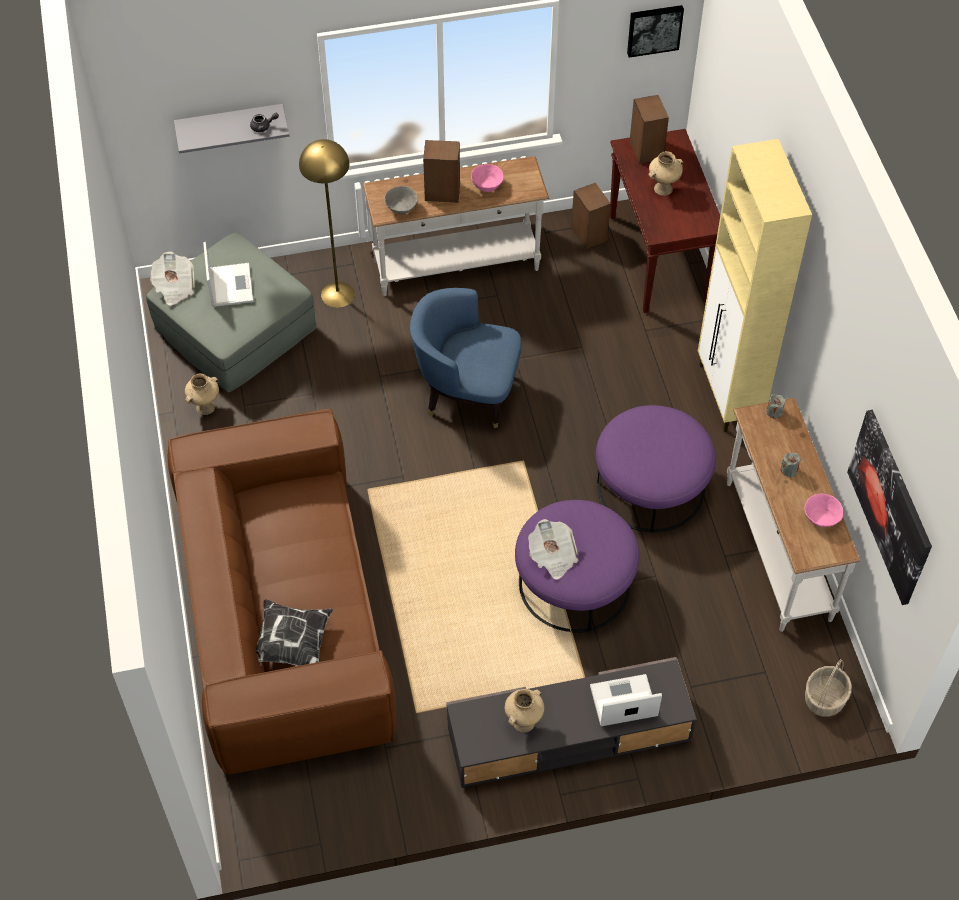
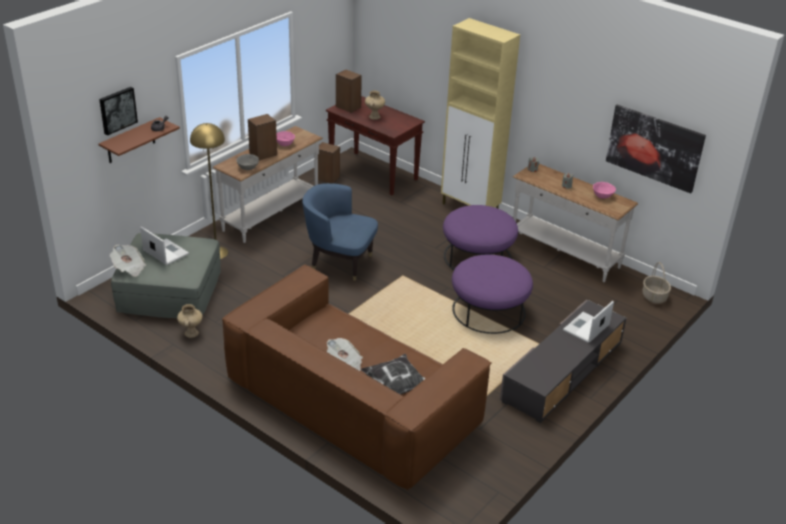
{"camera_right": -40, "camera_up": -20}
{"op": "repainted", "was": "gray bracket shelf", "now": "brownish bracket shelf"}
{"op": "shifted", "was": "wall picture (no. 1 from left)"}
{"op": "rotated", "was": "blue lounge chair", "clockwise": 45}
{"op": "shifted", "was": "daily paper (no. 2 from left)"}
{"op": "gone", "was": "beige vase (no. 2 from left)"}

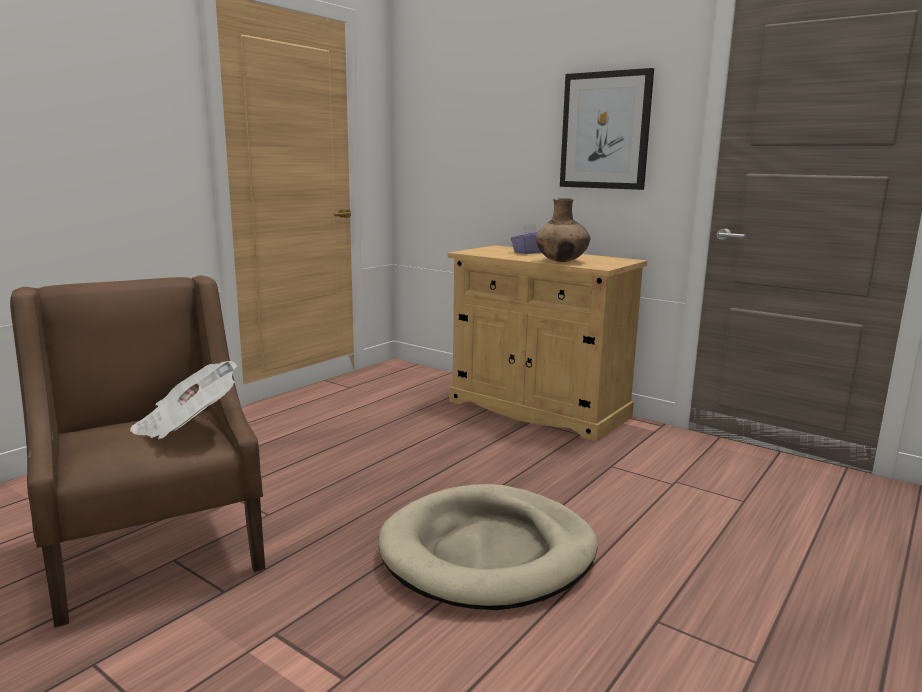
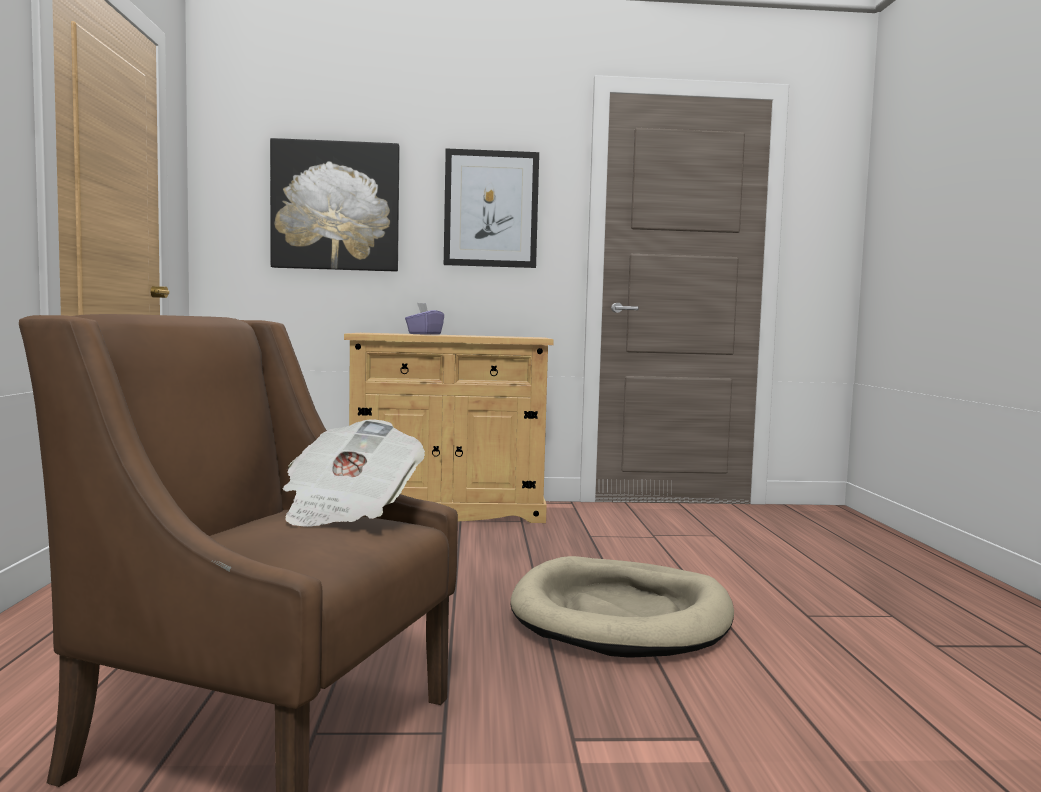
{"camera_right": -40, "camera_up": -10}
{"op": "new", "now": "wall picture (no. 1 from left)"}
{"op": "gone", "was": "brownish vase"}

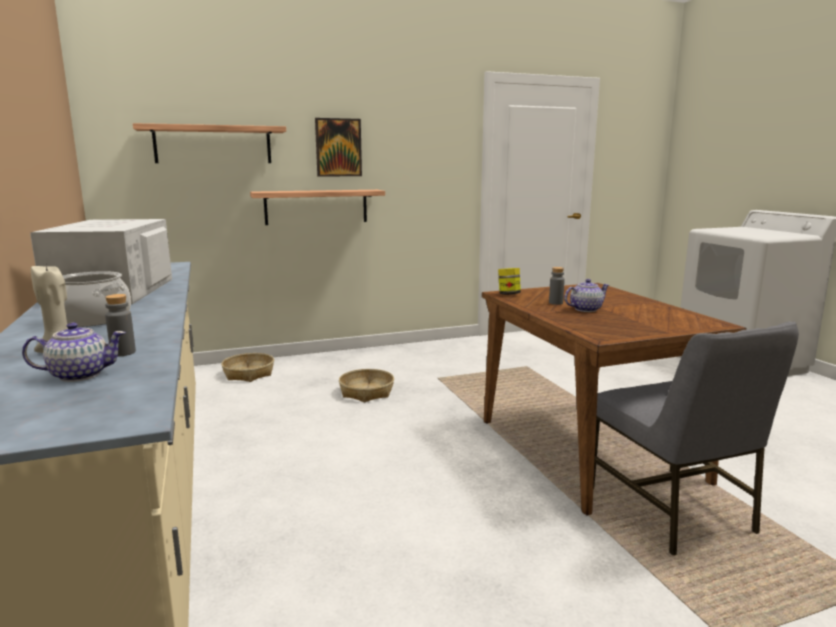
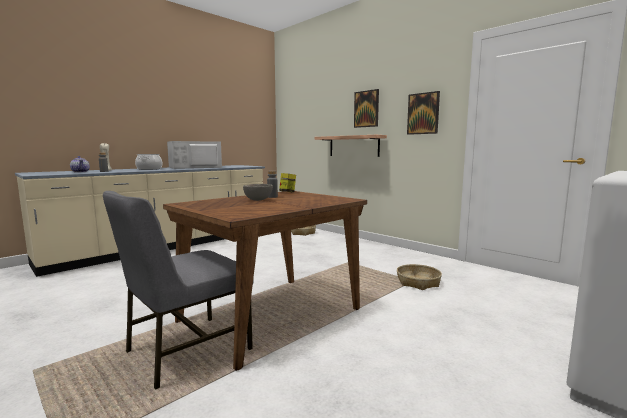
{"camera_right": 65, "camera_up": -5}
{"op": "swapped", "was": "pot for tea (no. 2 from left)", "now": "gray bowl"}
{"op": "shifted", "was": "basket (no. 2 from left)"}
{"op": "new", "now": "wall picture (no. 2 from left)"}
{"op": "gone", "was": "bracket shelf (no. 1 from left)"}

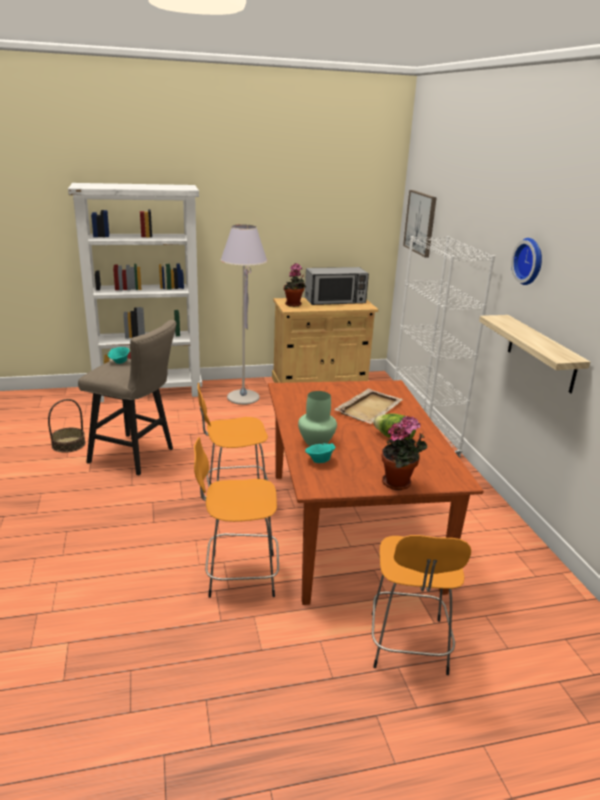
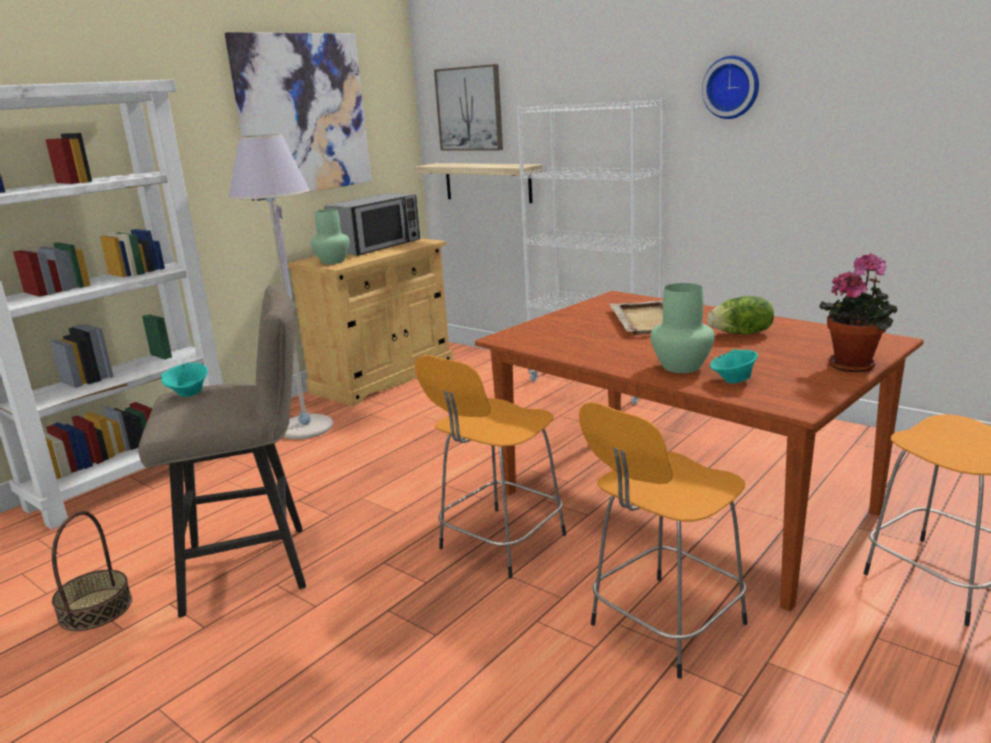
{"camera_right": -35, "camera_up": -5}
{"op": "new", "now": "wall picture (no. 1 from left)"}
{"op": "swapped", "was": "plant in a pot (no. 1 from left)", "now": "green-coloured vase (no. 1 from left)"}
{"op": "shifted", "was": "bracket shelf"}

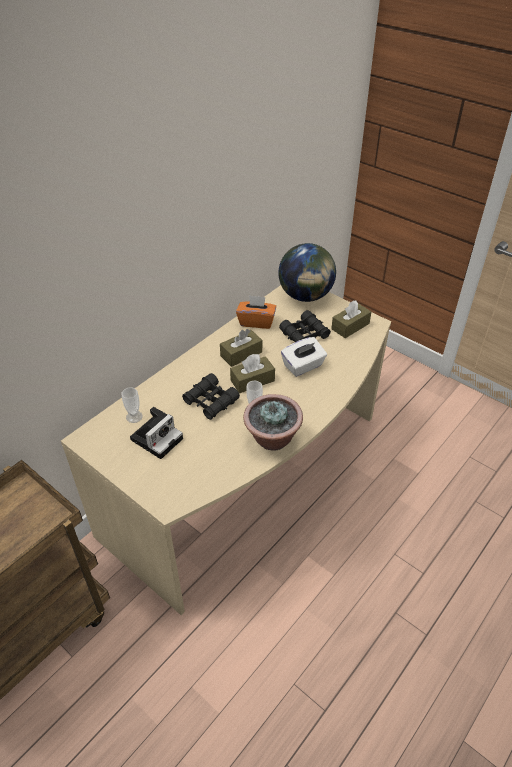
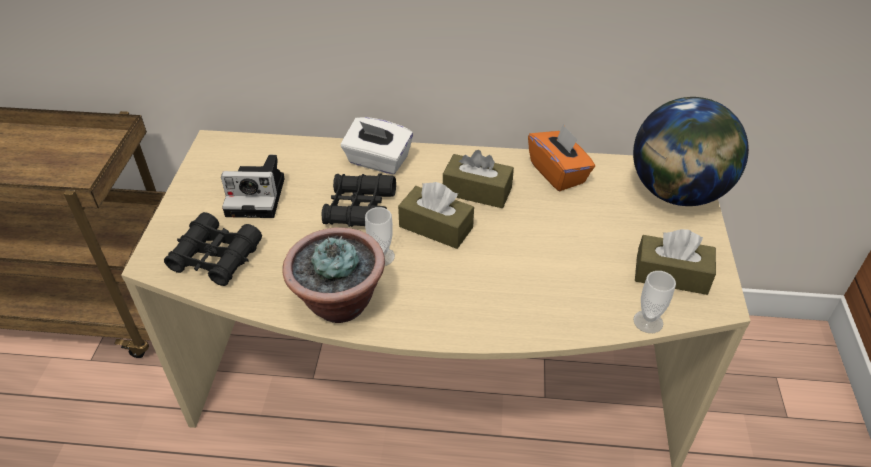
{"camera_right": 55, "camera_up": 0}
{"op": "shifted", "was": "black binoculars (no. 2 from left in the first image)", "now": "black binoculars (no. 1 from left)"}
{"op": "shifted", "was": "whitish tissue holder"}
{"op": "shifted", "was": "small cup (no. 1 from left in the first image)", "now": "small cup (no. 2 from left)"}

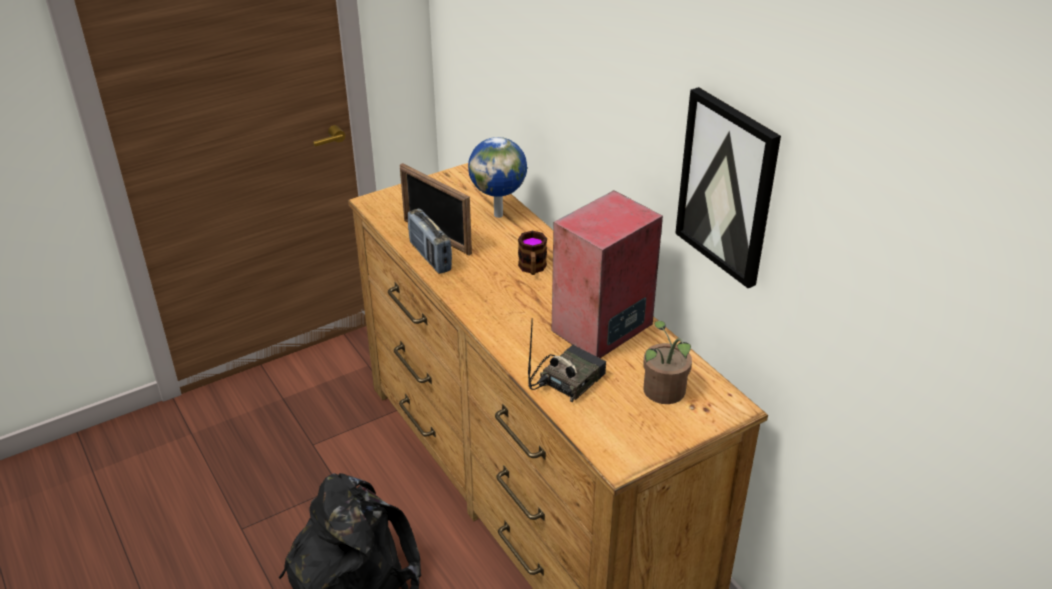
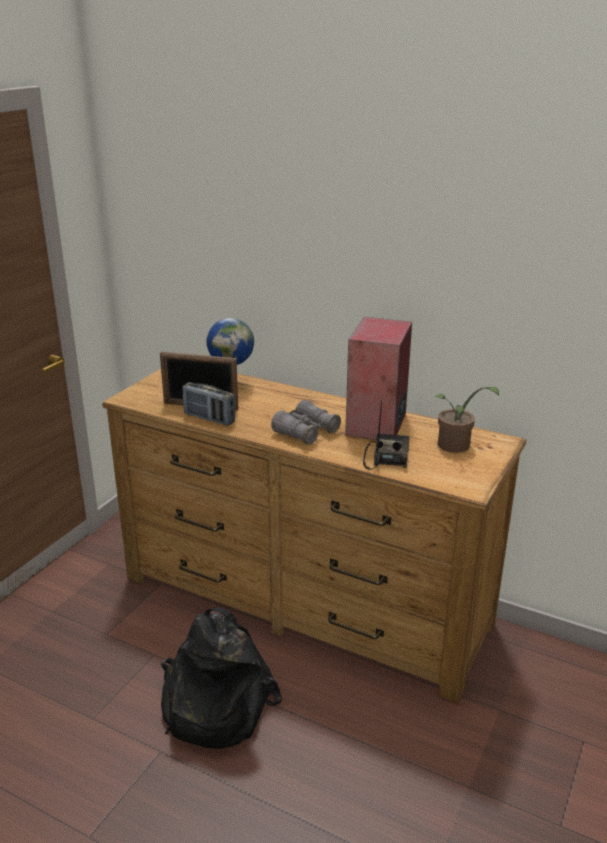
{"camera_right": -30, "camera_up": -10}
{"op": "new", "now": "gray binoculars"}
{"op": "gone", "was": "mug"}
{"op": "gone", "was": "wall picture"}

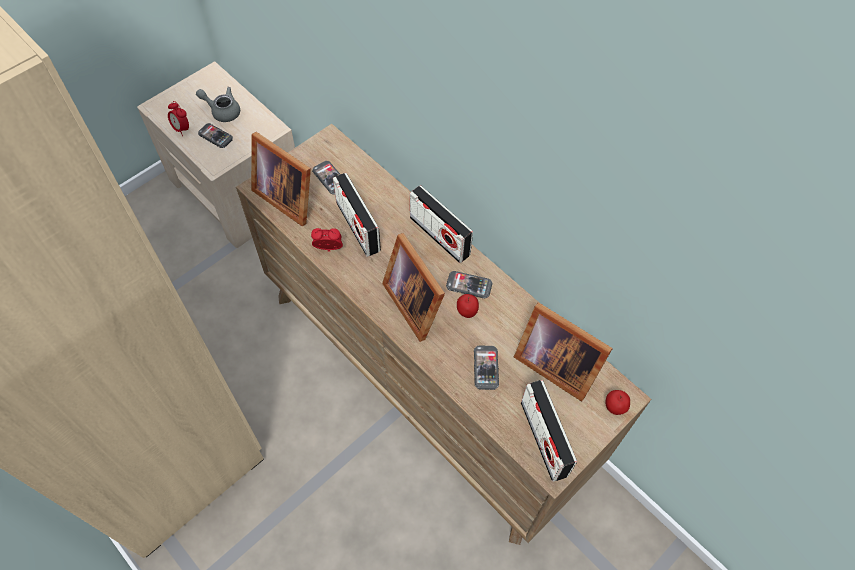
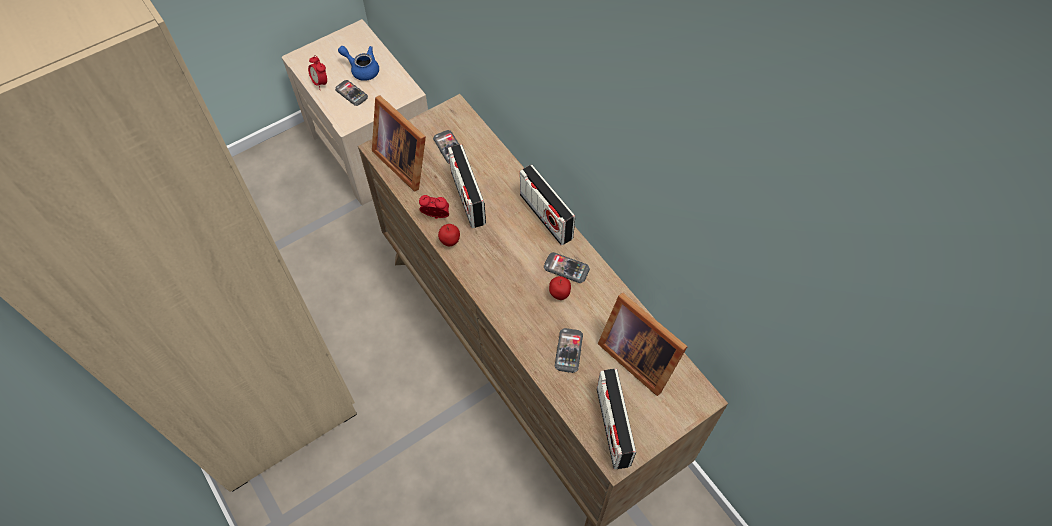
{"camera_right": 10, "camera_up": 0}
{"op": "repainted", "was": "gray pot for tea", "now": "blue pot for tea"}
{"op": "shifted", "was": "apple (no. 2 from left in the first image)", "now": "apple (no. 1 from left)"}
{"op": "gone", "was": "photo frame (no. 2 from left)"}

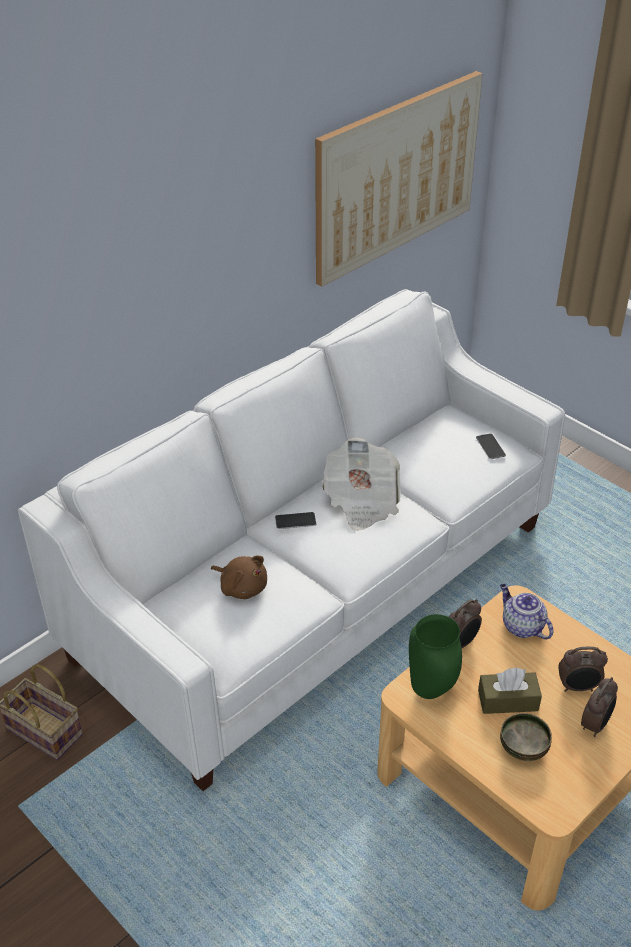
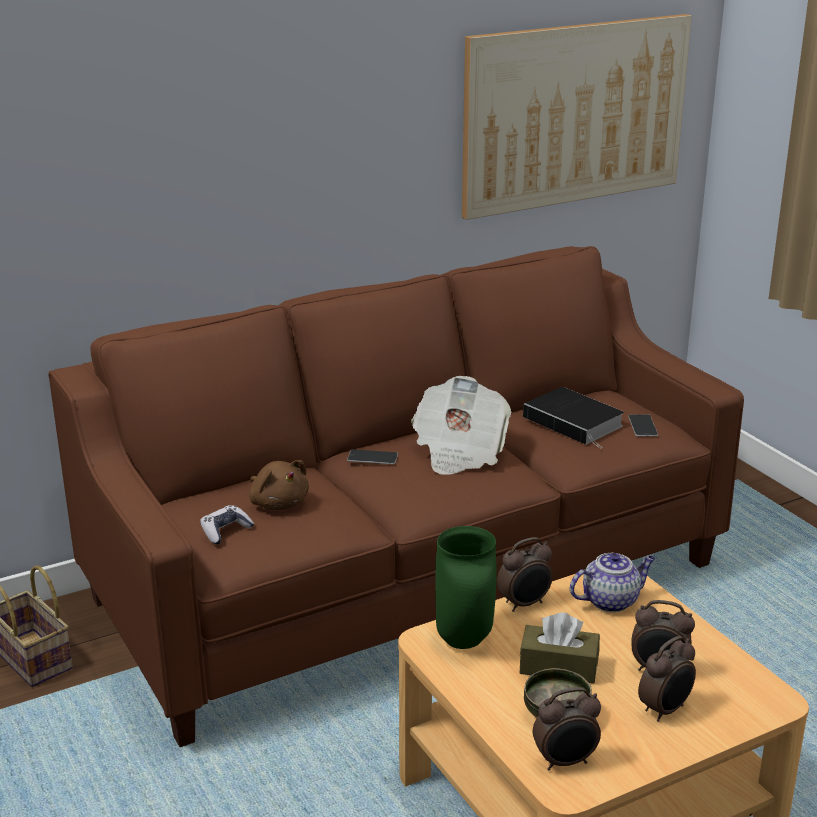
{"camera_right": 15, "camera_up": -15}
{"op": "repainted", "was": "whitish sofa", "now": "brownish sofa"}
{"op": "new", "now": "joypad"}
{"op": "new", "now": "bound book"}
{"op": "new", "now": "bedside clock (no. 2 from left)"}
{"op": "rotated", "was": "pot for tea", "clockwise": 90}

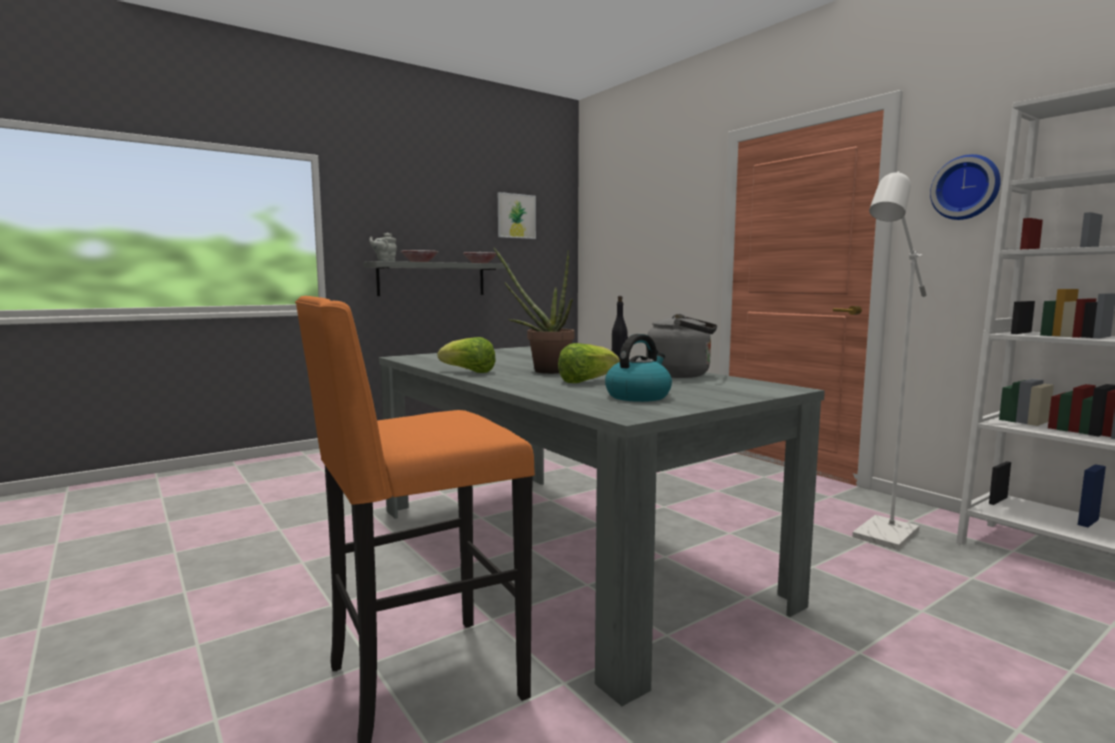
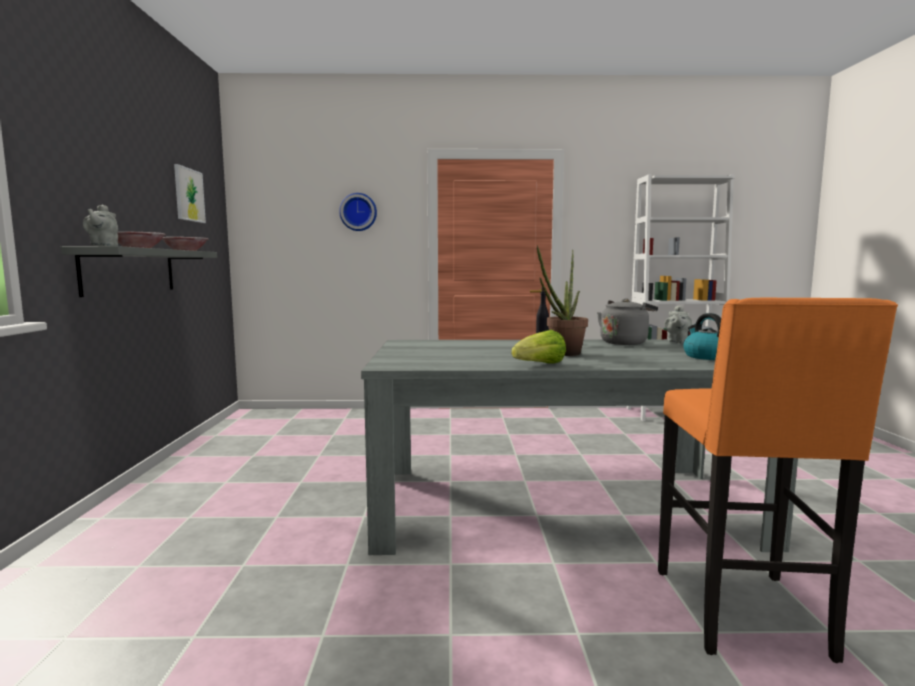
{"camera_right": -55, "camera_up": 0}
{"op": "shifted", "was": "wall clock"}
{"op": "new", "now": "gray pot for tea (no. 2 from left)"}
{"op": "gone", "was": "lettuce (no. 2 from left)"}
{"op": "gone", "was": "whitish standing lamp"}

